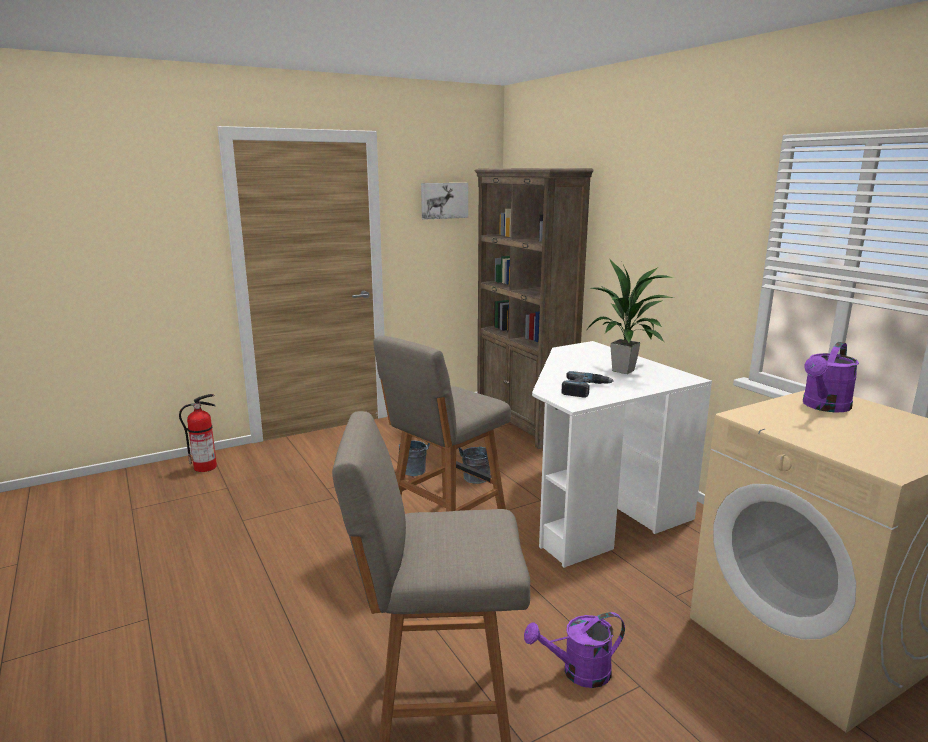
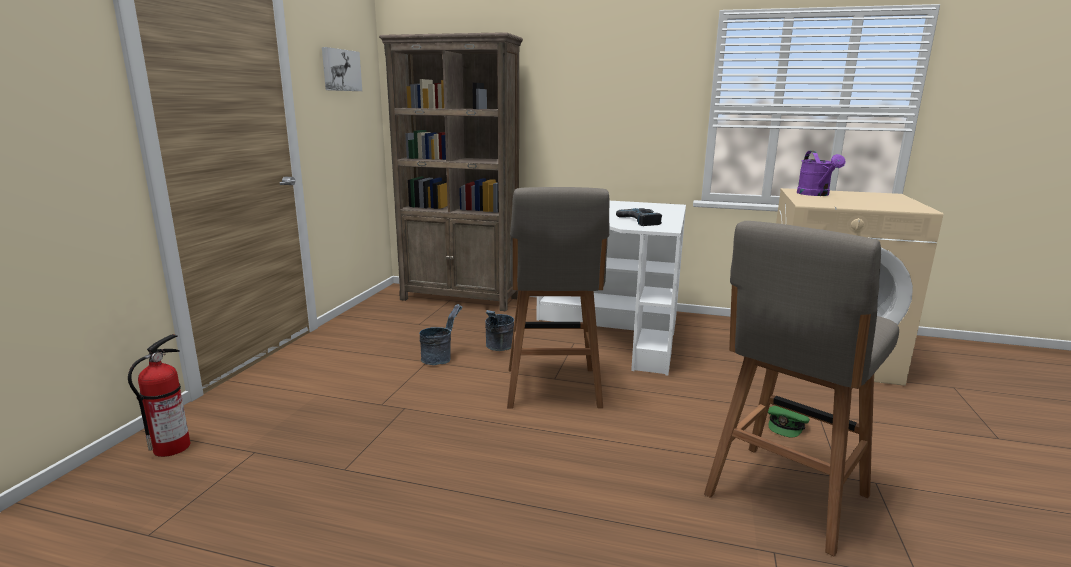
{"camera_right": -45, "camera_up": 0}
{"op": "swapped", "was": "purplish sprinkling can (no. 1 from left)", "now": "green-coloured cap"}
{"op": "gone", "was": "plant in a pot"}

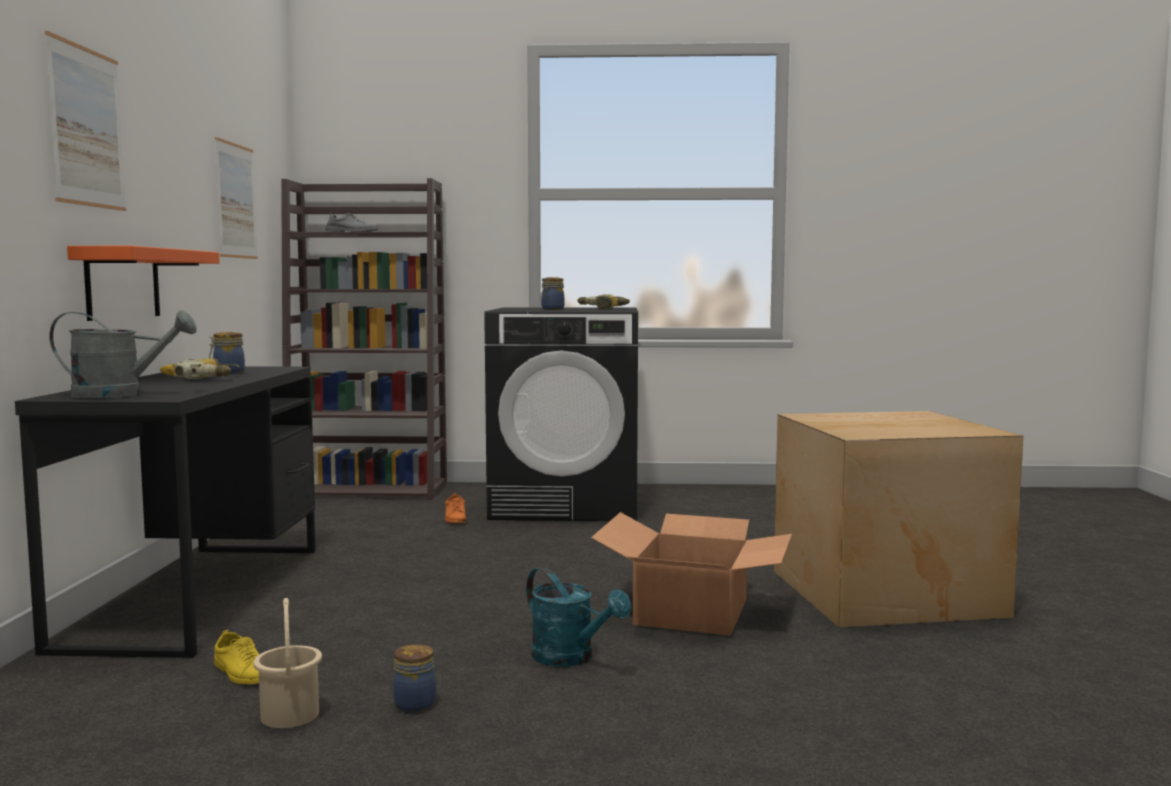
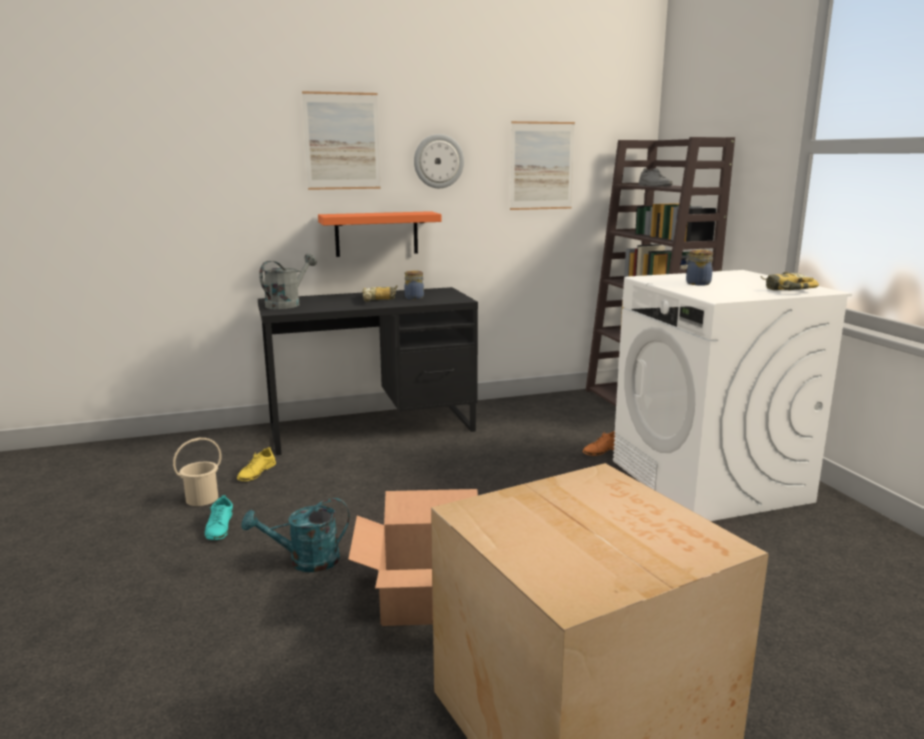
{"camera_right": 70, "camera_up": 10}
{"op": "swapped", "was": "preserve jar (no. 2 from left)", "now": "blue-green low shoe"}
{"op": "rotated", "was": "blue-green sprinkling can", "clockwise": 45}
{"op": "rotated", "was": "gray sprinkling can", "clockwise": -120}
{"op": "new", "now": "wall clock"}
{"op": "repainted", "was": "black laundry appliance", "now": "whitish laundry appliance"}

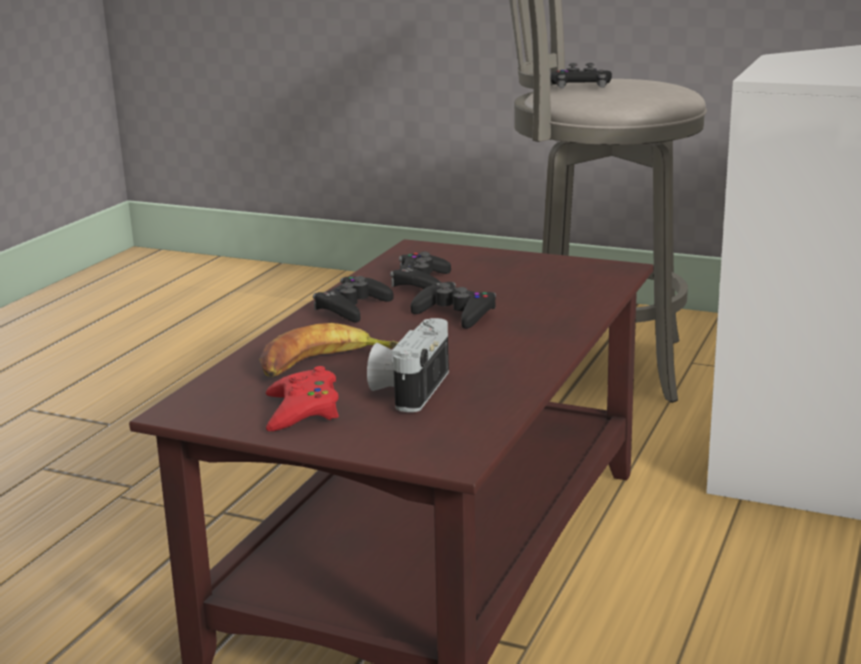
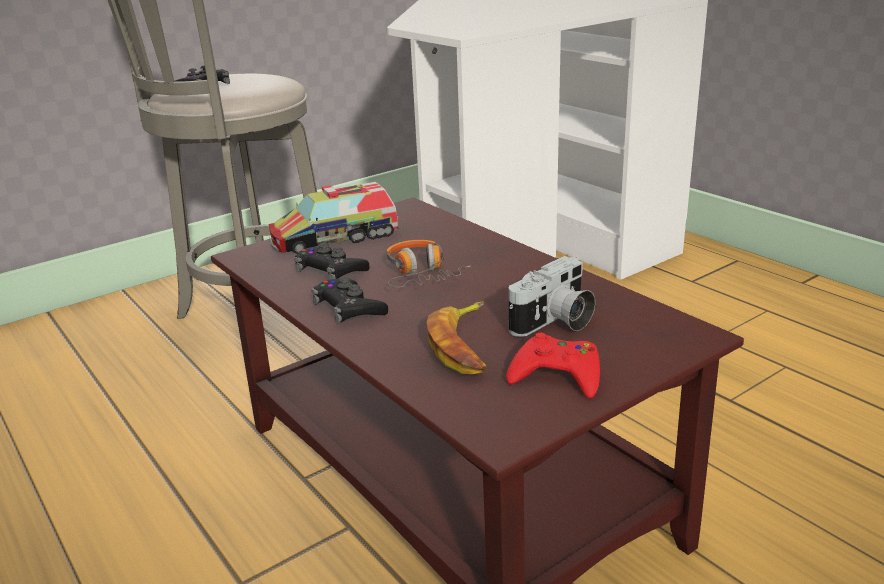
{"camera_right": -60, "camera_up": 5}
{"op": "new", "now": "model truck"}
{"op": "swapped", "was": "black joypad (no. 3 from left)", "now": "pair of headphones"}
{"op": "rotated", "was": "photo camera", "clockwise": -90}

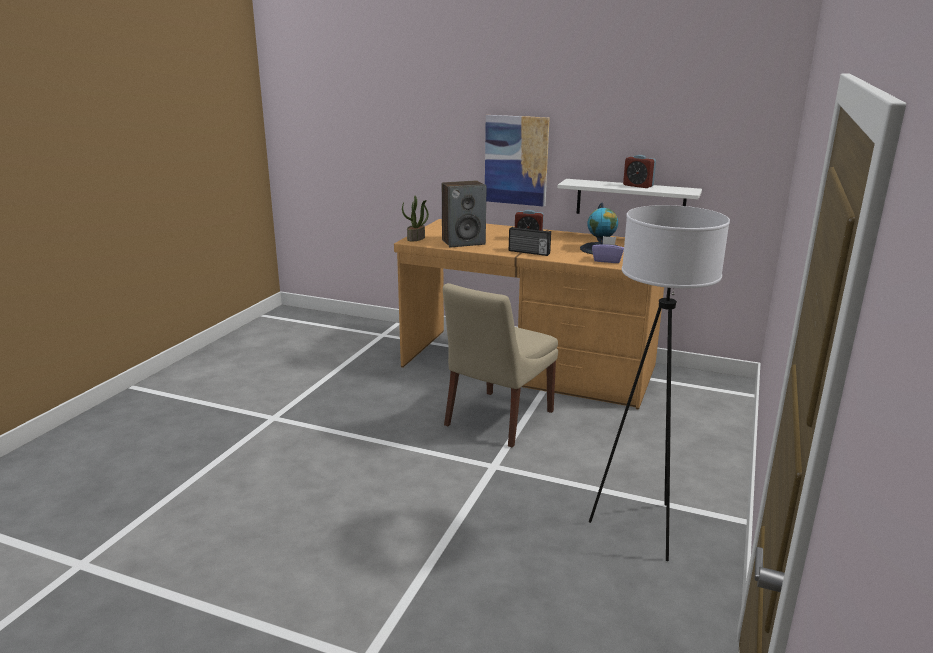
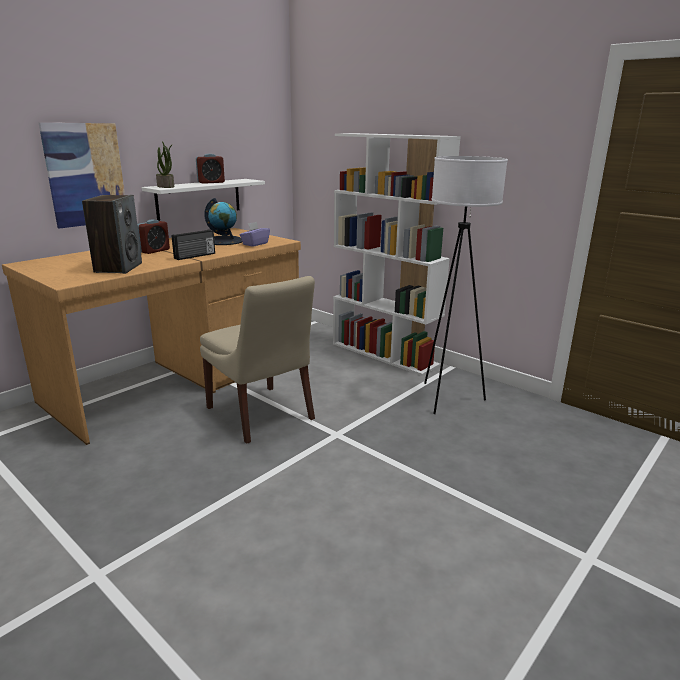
{"camera_right": -70, "camera_up": 0}
{"op": "shifted", "was": "plant in a pot"}
{"op": "new", "now": "whitish shelving unit"}

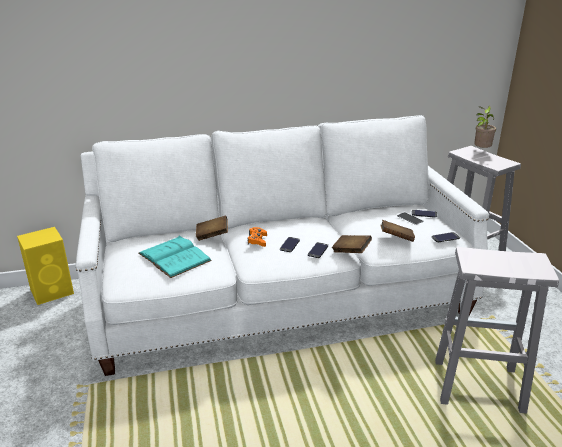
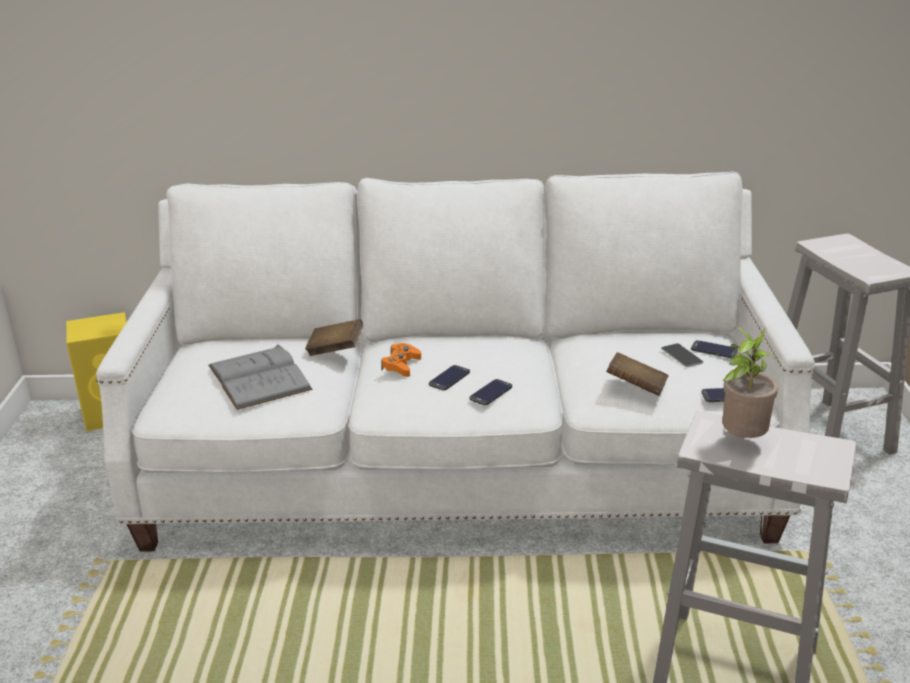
{"camera_right": 15, "camera_up": 0}
{"op": "repainted", "was": "blue-green bound book", "now": "gray bound book"}
{"op": "shifted", "was": "plant in a pot"}
{"op": "gone", "was": "brownish bound book (no. 2 from left)"}

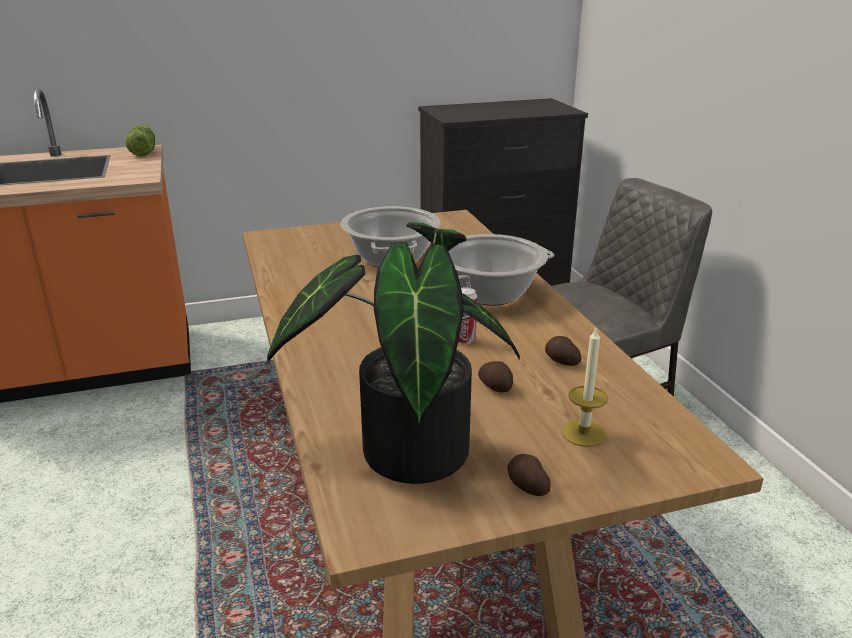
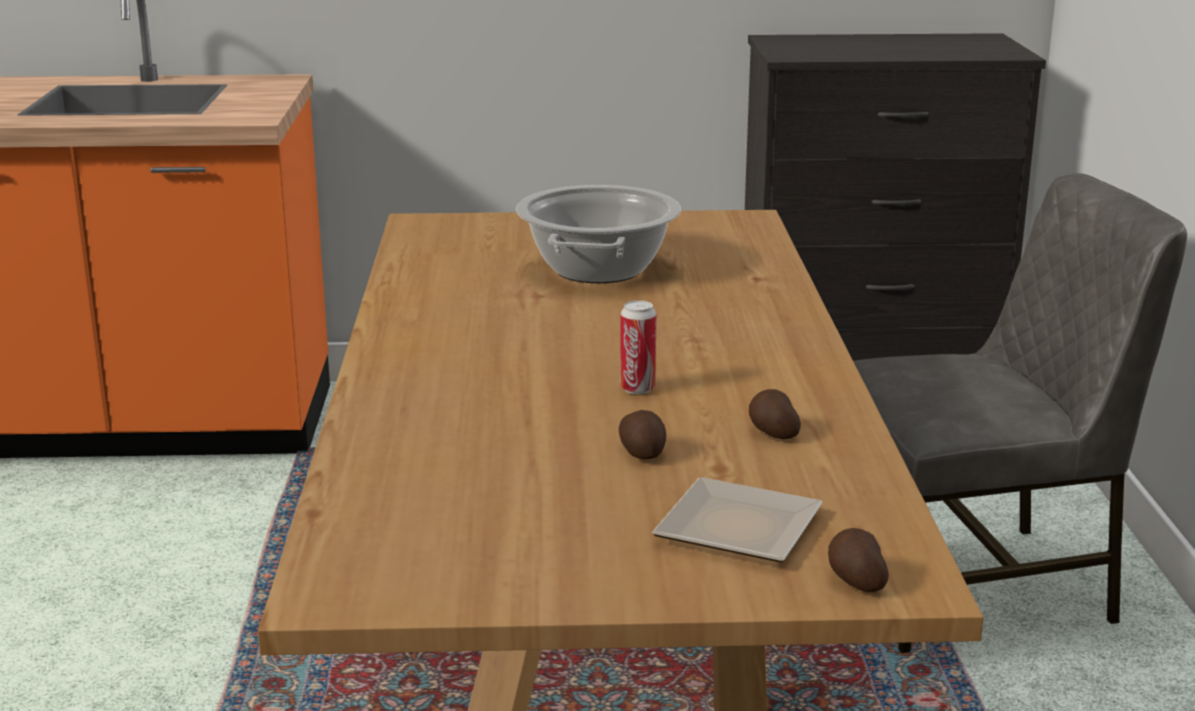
{"camera_right": 15, "camera_up": -5}
{"op": "swapped", "was": "candle", "now": "plate"}
{"op": "shifted", "was": "whole potato (no. 2 from left in the first image)", "now": "whole potato (no. 3 from left)"}
{"op": "gone", "was": "lettuce"}
{"op": "gone", "was": "plant in a pot"}
{"op": "gone", "was": "stockpot (no. 2 from left)"}

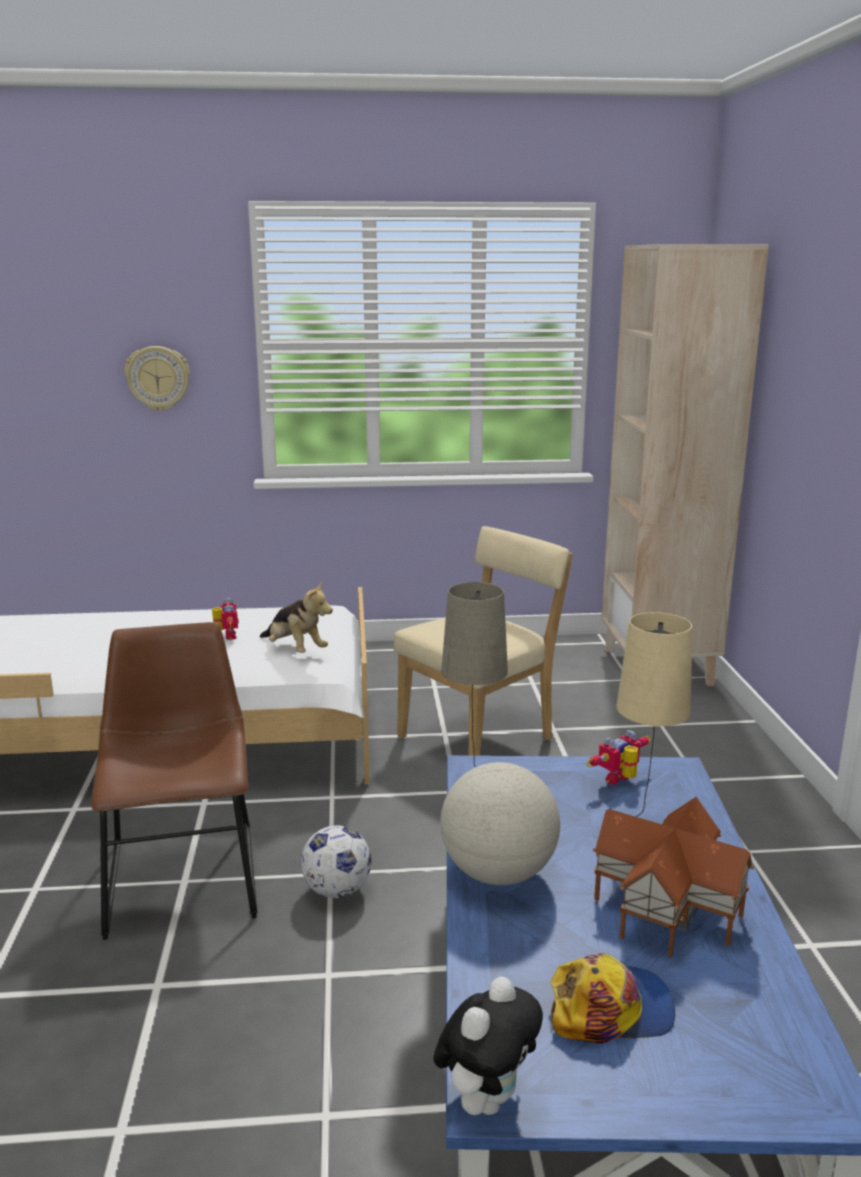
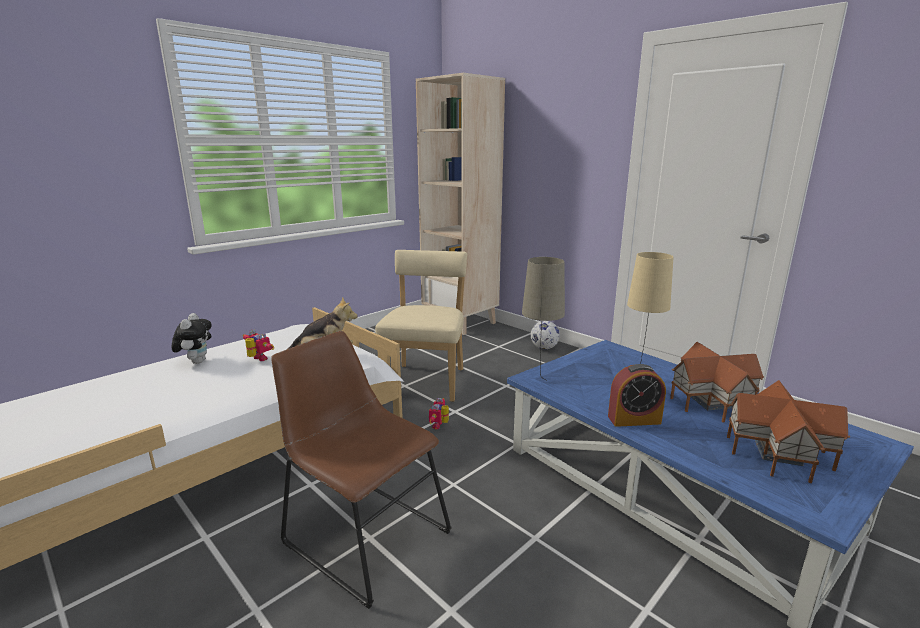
{"camera_right": -40, "camera_up": 0}
{"op": "shifted", "was": "soft toy (no. 2 from left in the first image)", "now": "soft toy (no. 1 from left)"}
{"op": "shifted", "was": "model robot (no. 2 from left)"}
{"op": "shifted", "was": "football"}
{"op": "swapped", "was": "desk globe", "now": "bedside clock"}
{"op": "swapped", "was": "cap", "now": "miniature house (no. 2 from left)"}
{"op": "gone", "was": "wall clock"}

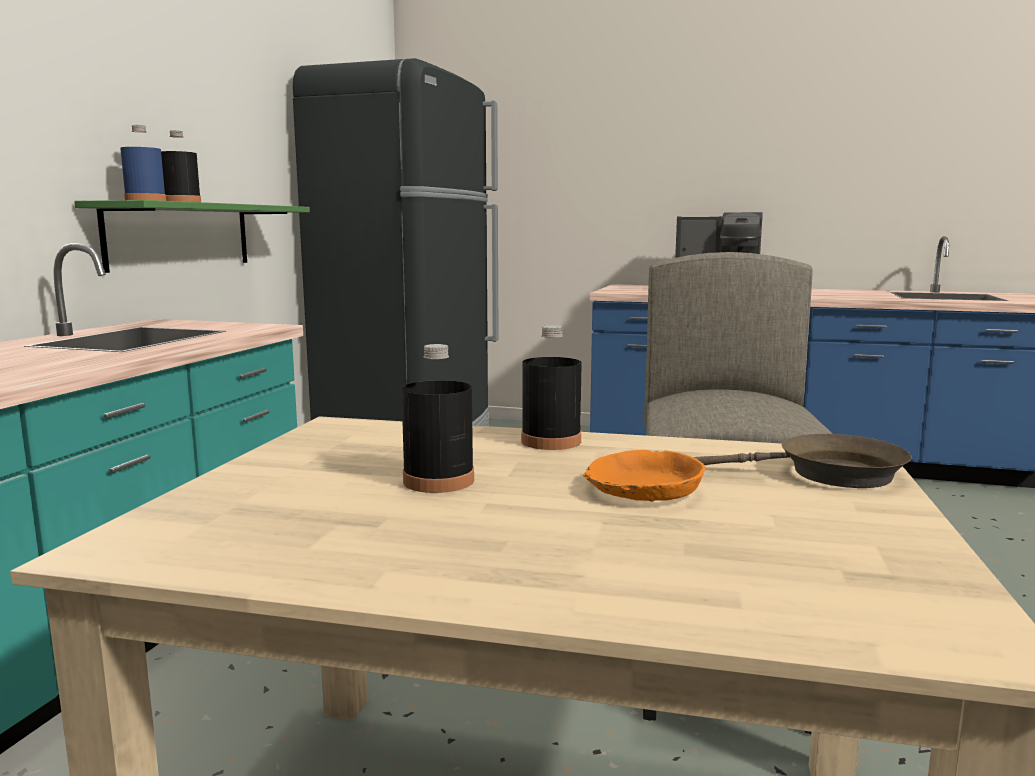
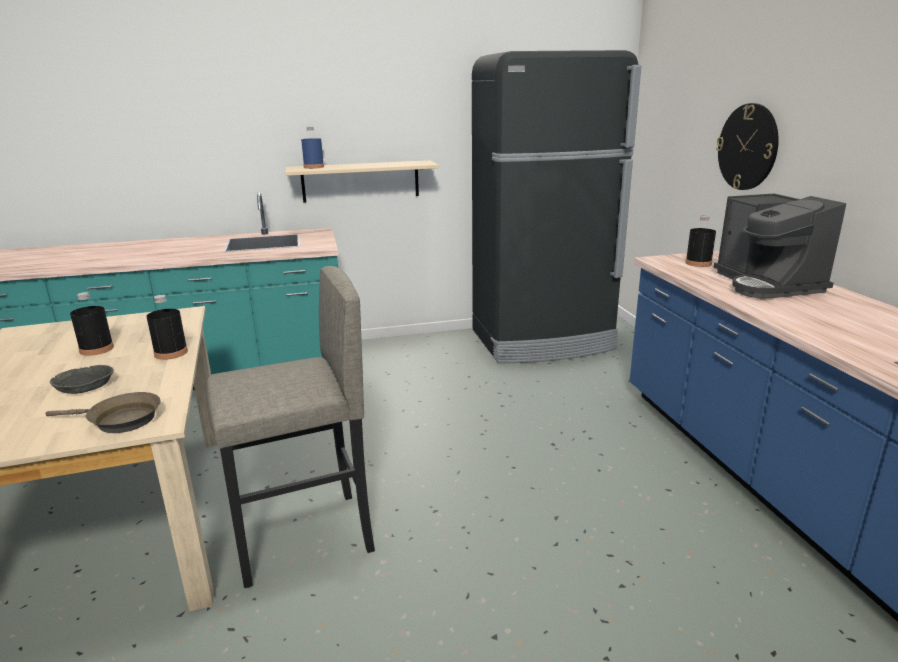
{"camera_right": 60, "camera_up": 10}
{"op": "rotated", "was": "brownish skillet", "clockwise": -60}
{"op": "repainted", "was": "orange-coloured bowl", "now": "gray bowl"}
{"op": "repainted", "was": "green-coloured bracket shelf", "now": "beige bracket shelf"}
{"op": "shifted", "was": "black bottle (no. 1 from left in the first image)", "now": "black bottle (no. 3 from left)"}
{"op": "new", "now": "wall clock"}

